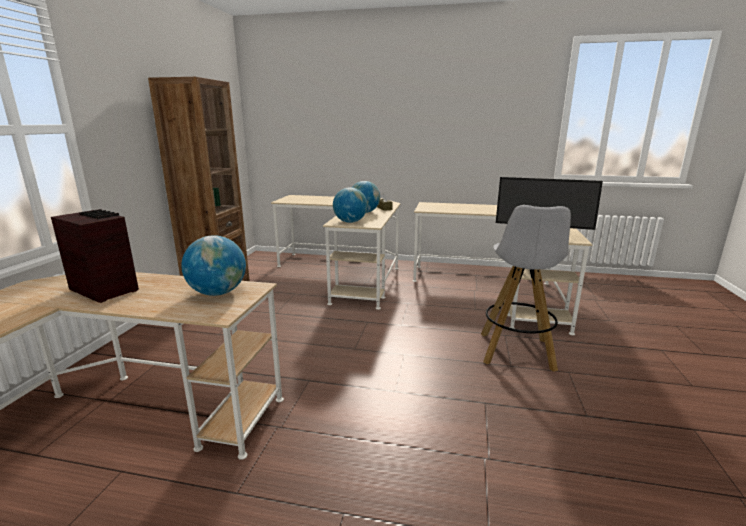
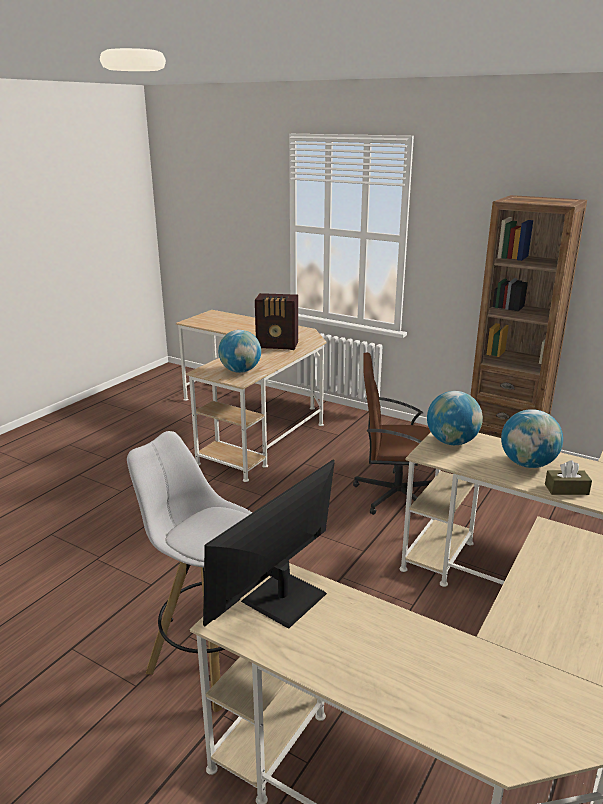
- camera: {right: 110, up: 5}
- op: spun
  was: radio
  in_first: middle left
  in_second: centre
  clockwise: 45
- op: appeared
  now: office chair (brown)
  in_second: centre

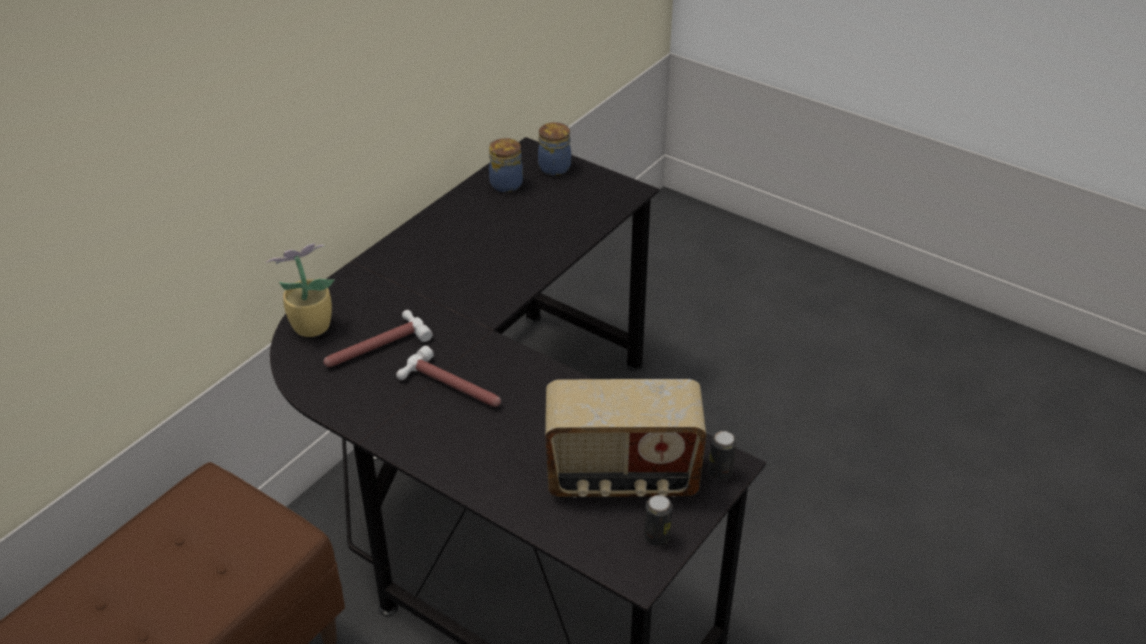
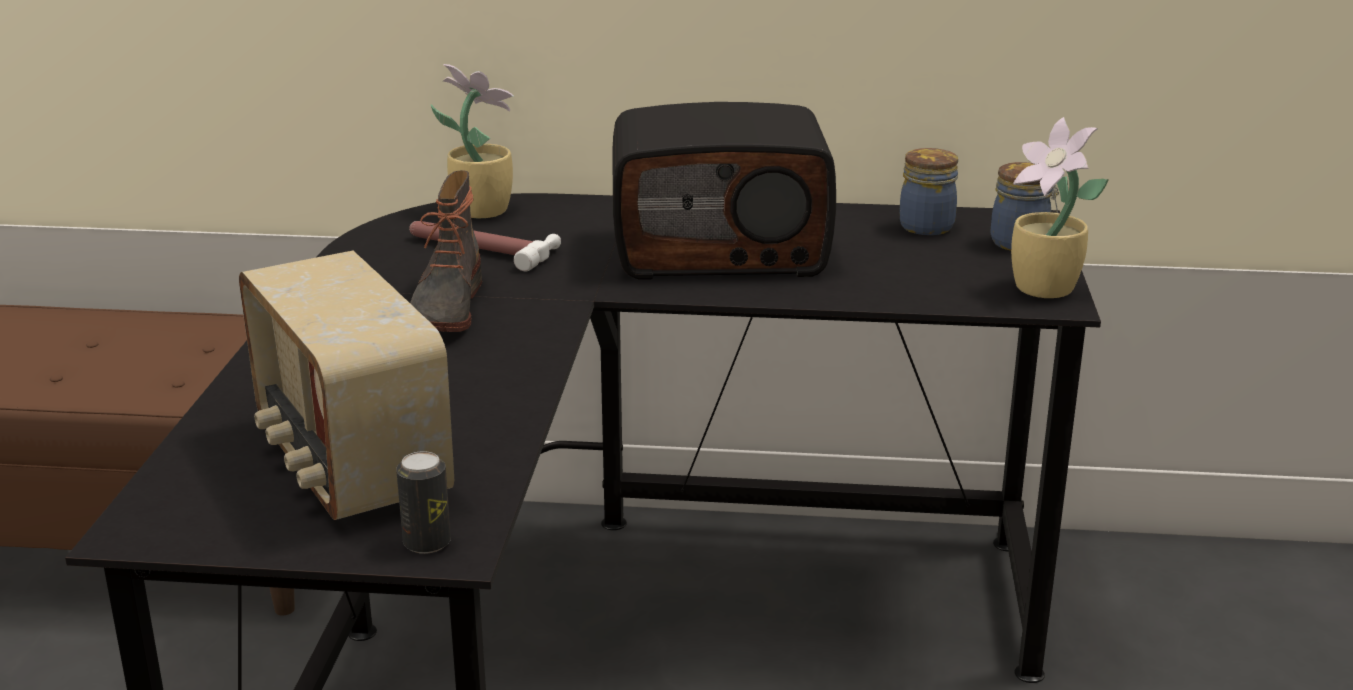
- camera: {right: 60, up: -15}
- op: exchanged
  was: hammer (no. 2 from left)
  now: boot
  in_first: centre
  in_second: middle left
- op: appeared
  now: radio (no. 2 from left)
  in_second: top centre
- op: appeared
  now: potted plant (no. 2 from left)
  in_second: top right
- op: missing
  was: can (no. 1 from left)
  in_first: bottom centre

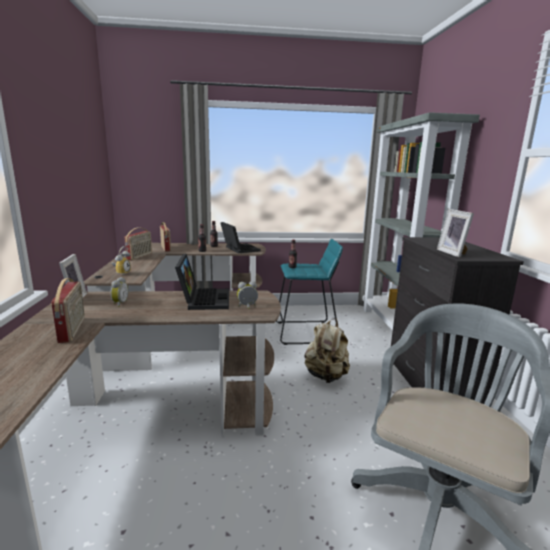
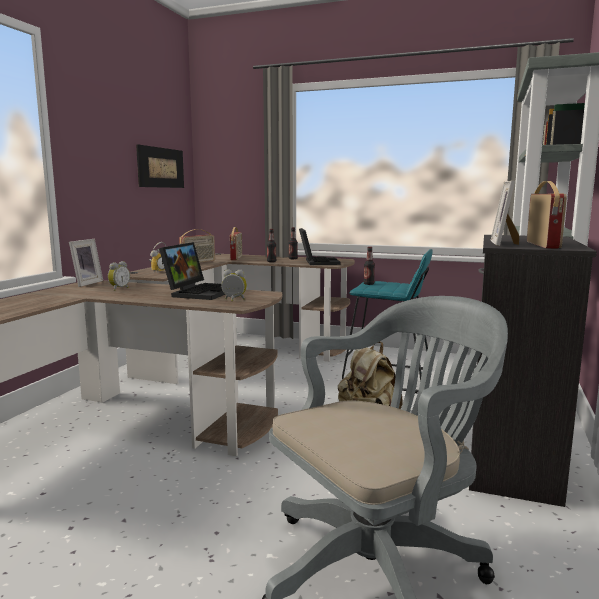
- camera: {right: 25, up: -5}
- op: appeared
  now: picture
  in_second: top left
- op: relocated
  was: radio (no. 1 from left in the first image)
  now: radio (no. 3 from left)
  in_first: middle left
  in_second: middle right

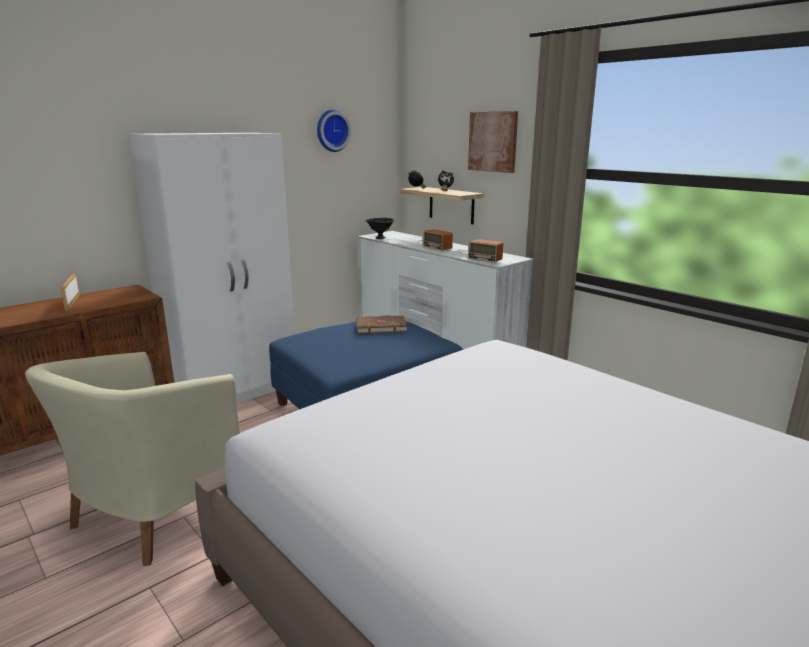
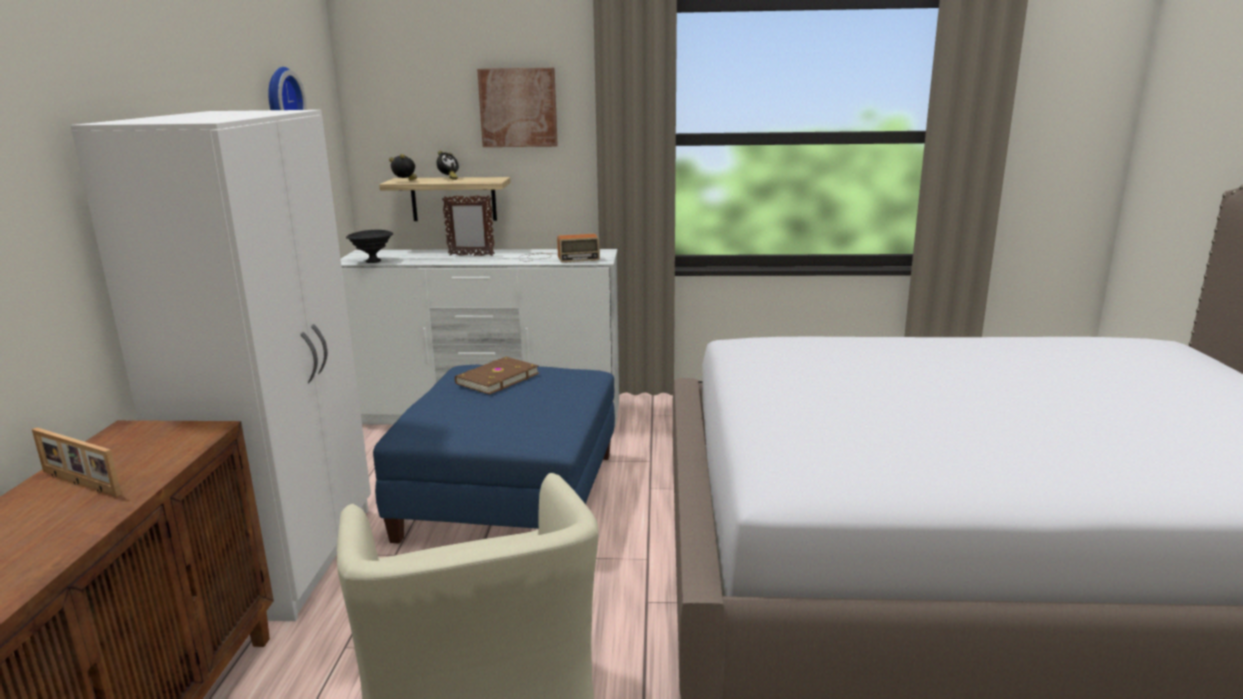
- camera: {right: -45, up: 0}
- op: exchanged
  was: radio (no. 1 from left)
  now: picture frame (no. 2 from left)
  in_first: centre
  in_second: top centre

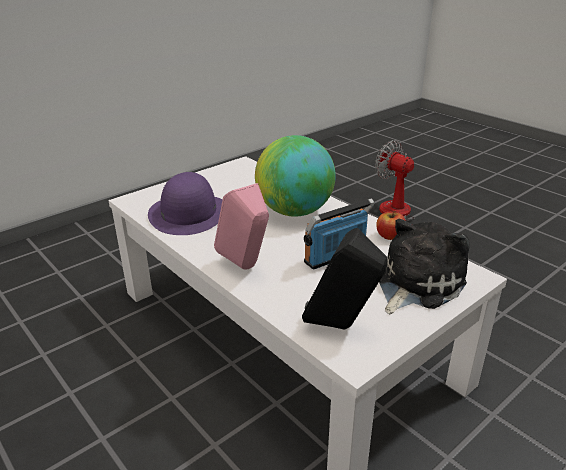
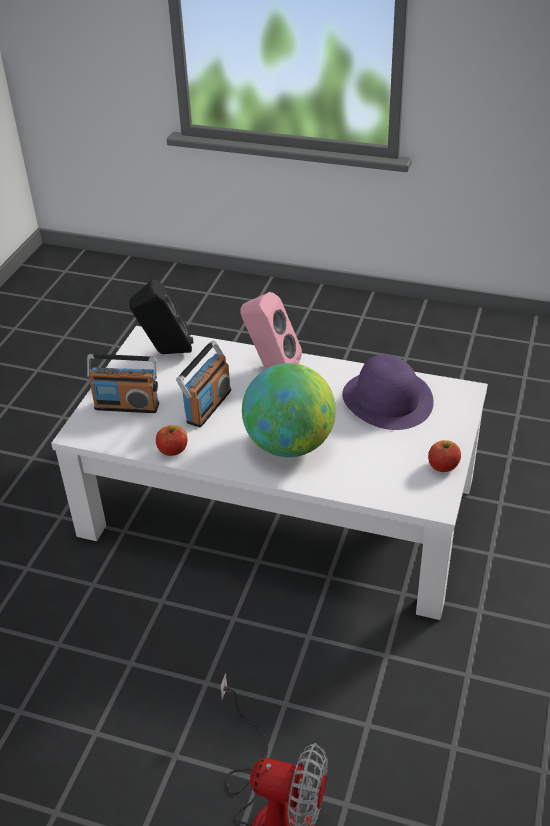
- camera: {right: 150, up: 10}
- op: exchanged
  was: plush toy
  now: radio (no. 1 from left)
  in_first: middle right
  in_second: middle left
- op: appeared
  now: apple (no. 2 from left)
  in_second: middle right

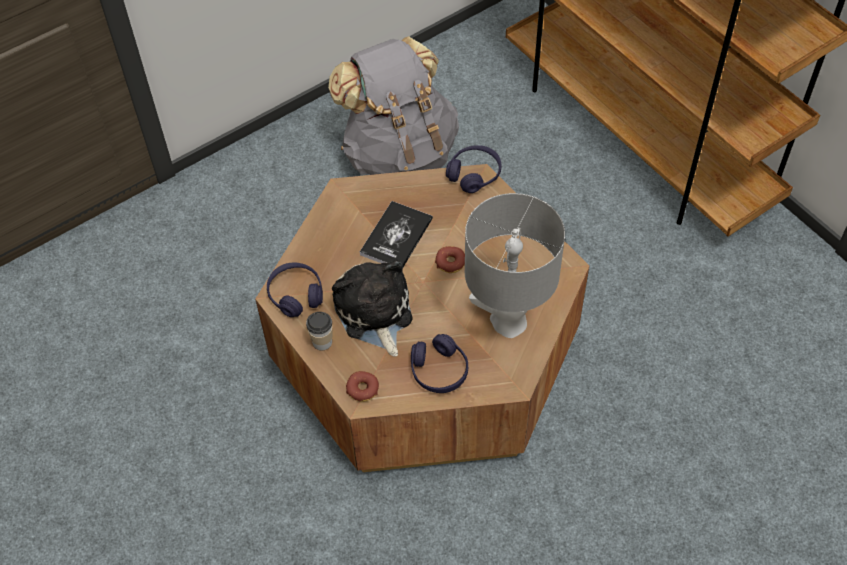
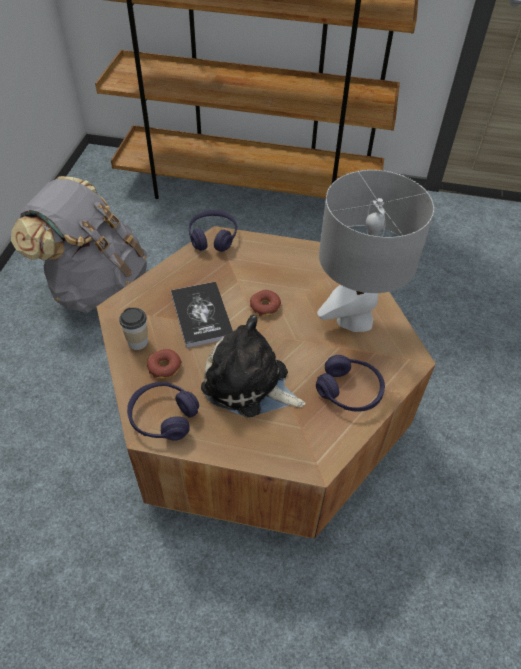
- camera: {right: -45, up: -5}
- op: relocated
  was: cup
  in_first: centre
  in_second: middle left
- op: relocated
  was: donut (no. 1 from left)
  in_first: bottom centre
  in_second: middle left

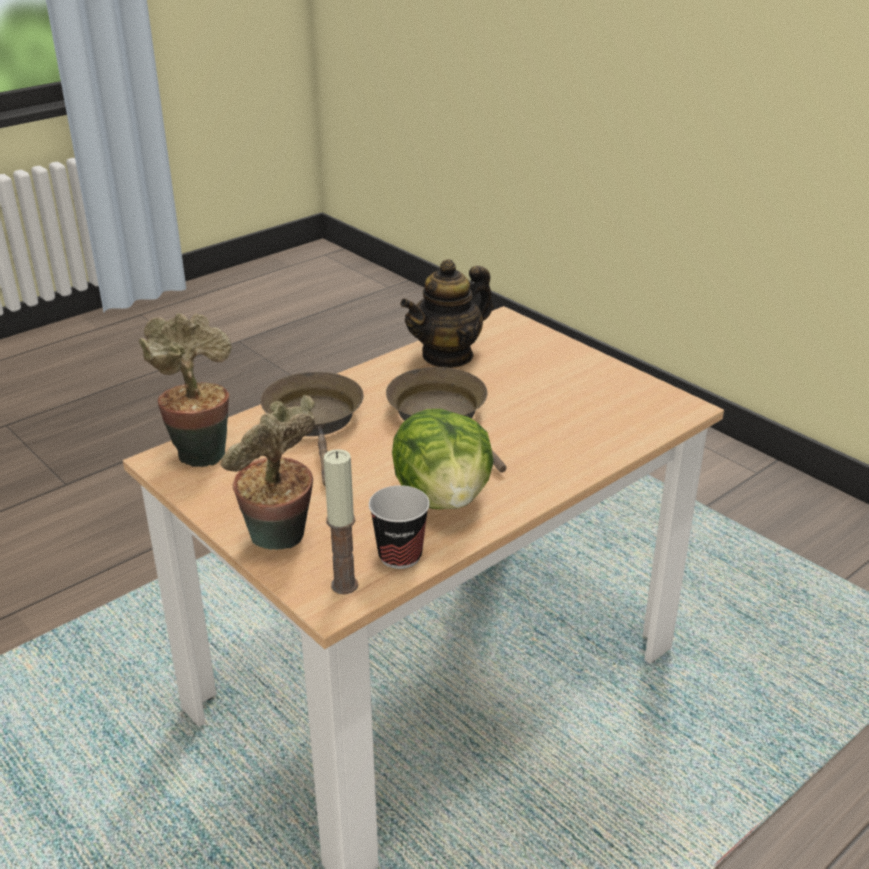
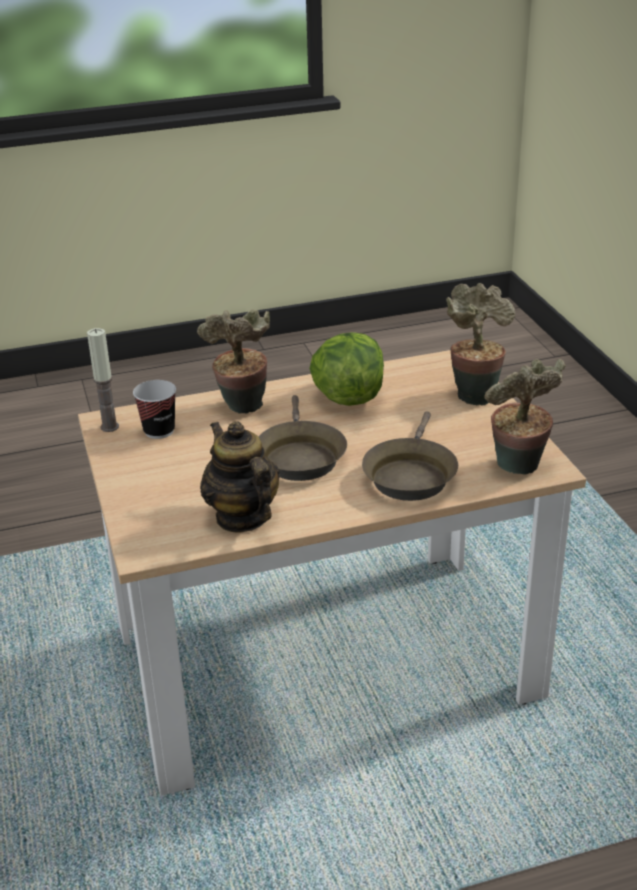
- camera: {right: -155, up: 0}
- op: relocated
  was: candle
  in_first: centre
  in_second: middle left
- op: relocated
  was: cup
  in_first: centre
  in_second: middle left
- op: appeared
  now: potted plant (no. 1 from left)
  in_second: centre
- op: spun
  was: teapot
  in_first: centre
  in_second: centre
  clockwise: -105

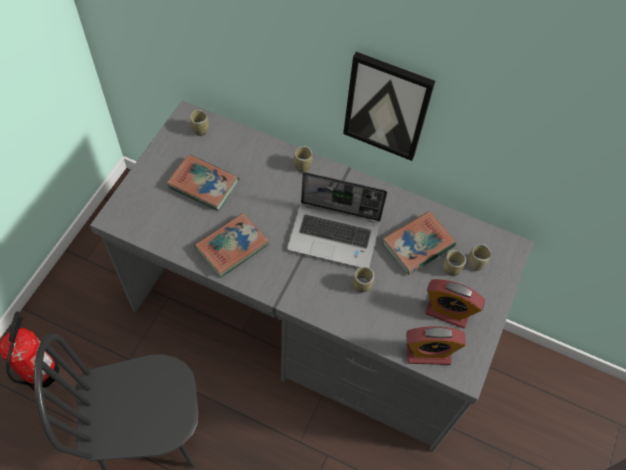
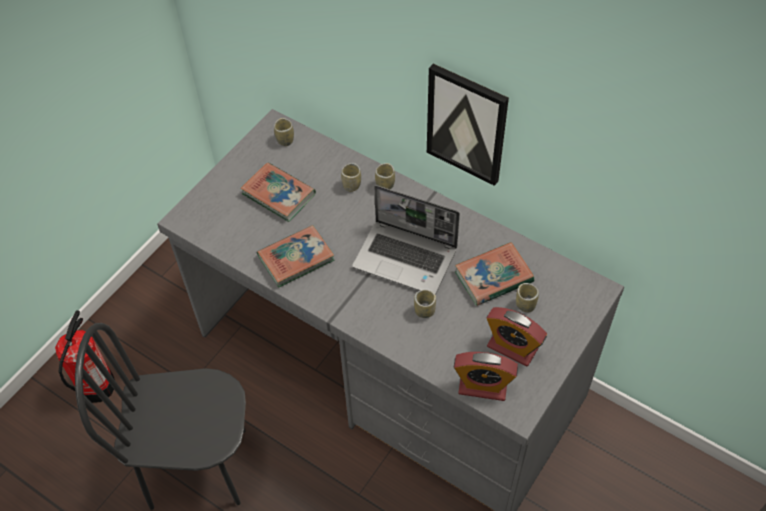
- camera: {right: 15, up: -5}
- op: relocated
  was: cup (no. 5 from left in the first image)
  now: cup (no. 2 from left)
  in_first: middle right
  in_second: centre

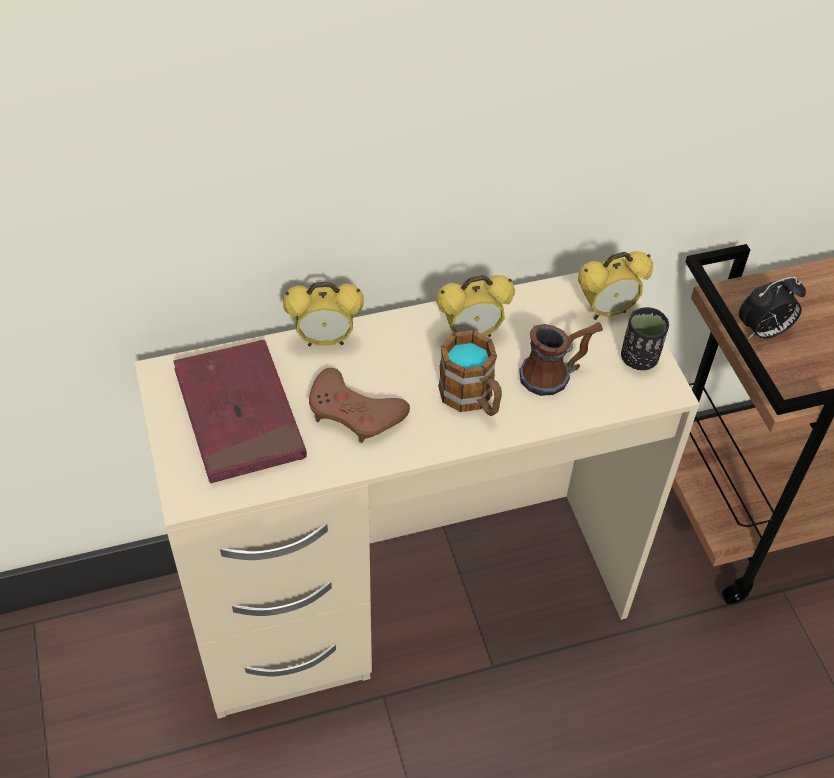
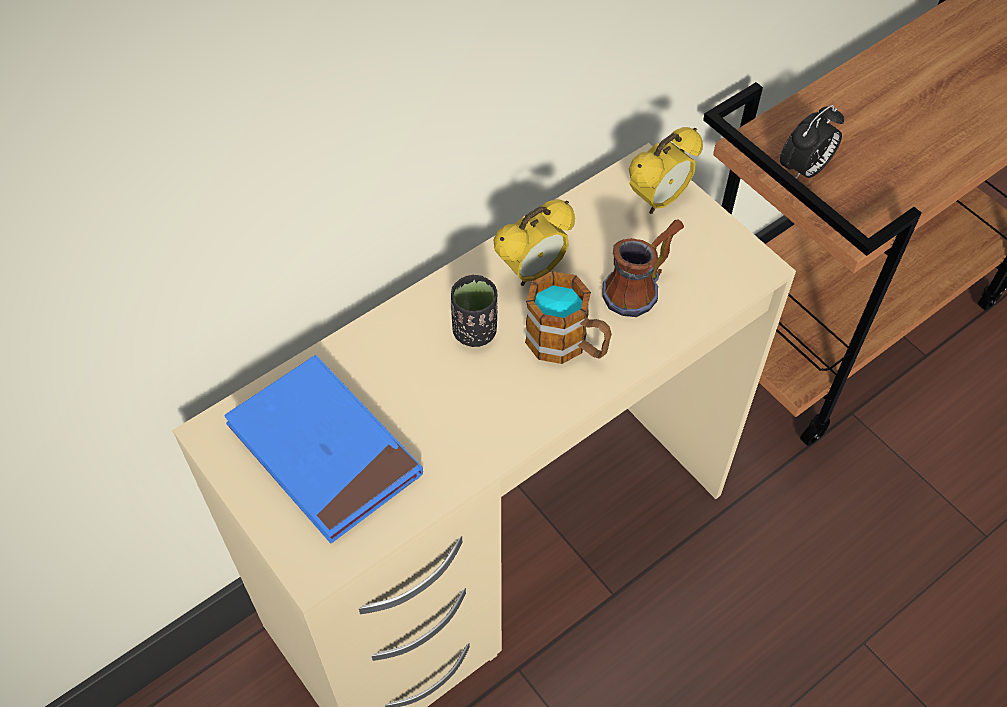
- camera: {right: -20, up: 5}
- op: colour
  was: book (red)
  now: book (blue)
  in_first: middle left
  in_second: middle left
- op: relocated
  was: cup (black)
  in_first: middle right
  in_second: centre
- op: missing
  was: alarm clock (no. 1 from left)
  in_first: centre
- op: missing
  was: game controller (brown)
  in_first: centre

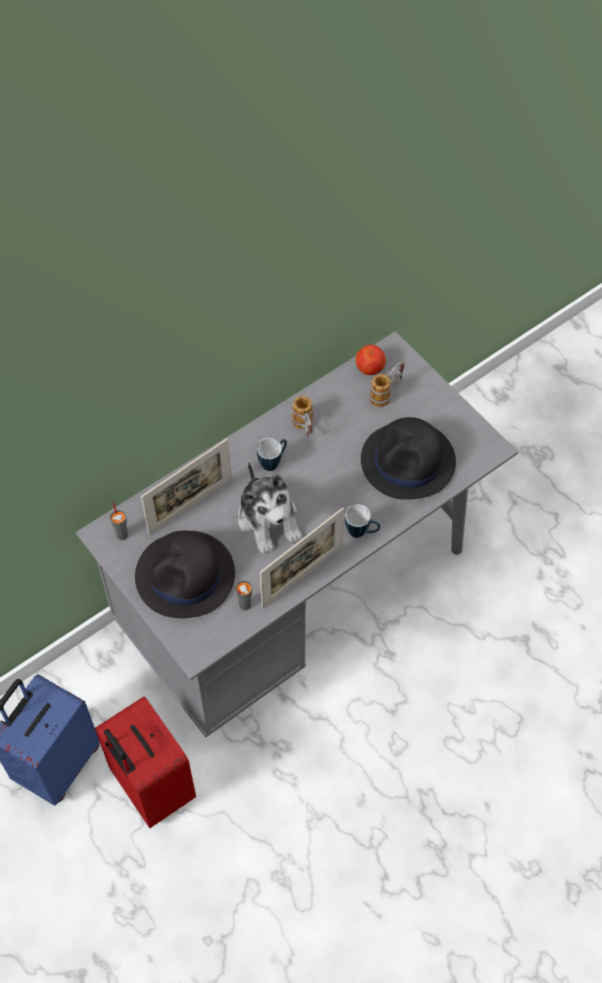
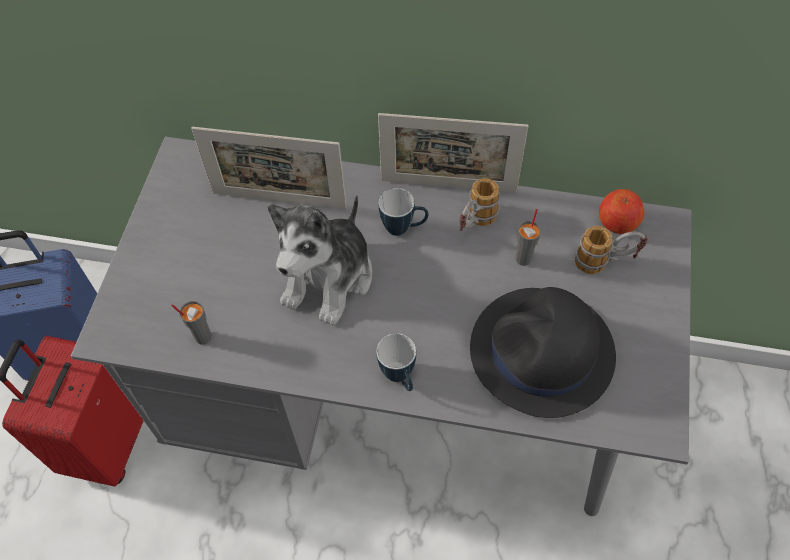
- camera: {right: 50, up: 0}
- op: relocated
  was: picture frame (no. 2 from left)
  in_first: centre
  in_second: top centre
- op: relocated
  was: cup (grey) (no. 1 from left in the first image)
  now: cup (grey) (no. 2 from left)
  in_first: middle left
  in_second: middle right
- op: missing
  was: hat (black) (no. 1 from left)
  in_first: middle left

